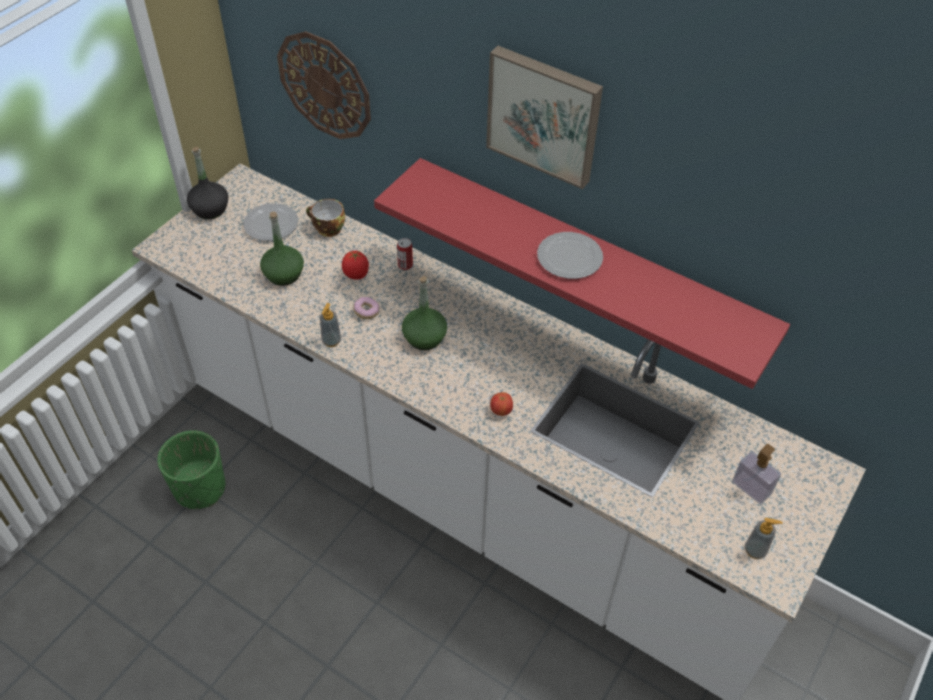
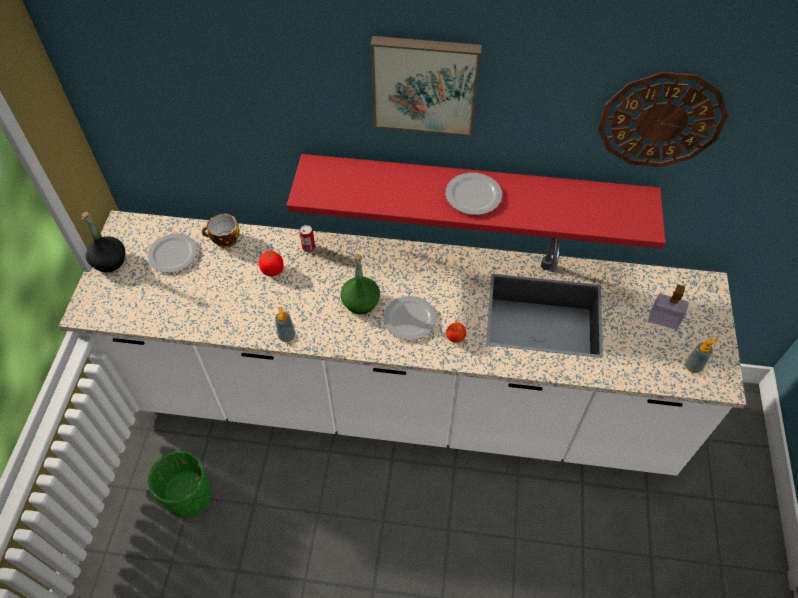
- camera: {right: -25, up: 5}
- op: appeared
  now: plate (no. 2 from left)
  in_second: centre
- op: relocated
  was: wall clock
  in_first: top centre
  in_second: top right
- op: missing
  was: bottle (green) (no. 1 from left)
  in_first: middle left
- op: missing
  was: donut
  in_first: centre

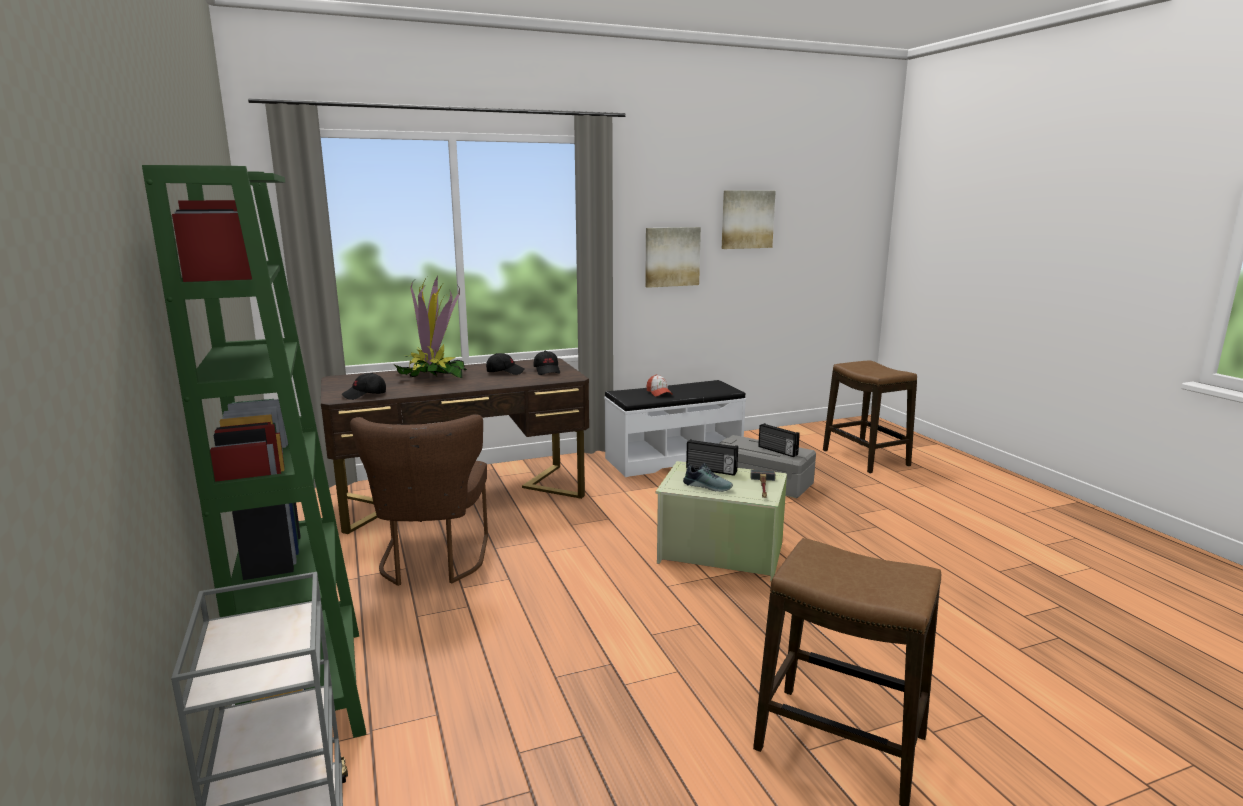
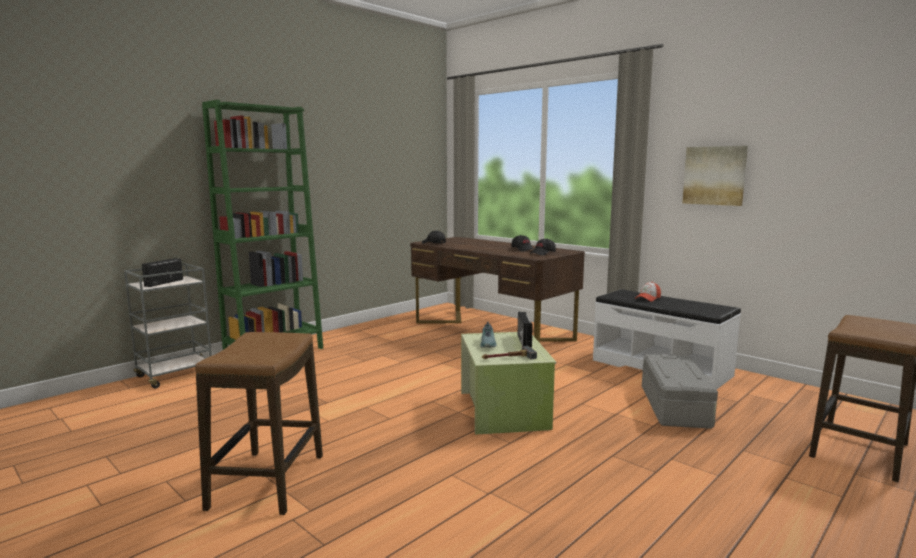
- camera: {right: 65, up: -5}
- op: relocated
  was: radio (no. 2 from left in the first image)
  now: radio (no. 1 from left)
  in_first: centre
  in_second: middle left
- op: missing
  was: chair (brown)
  in_first: centre
- op: missing
  was: potted plant
  in_first: centre
- op: missing
  was: picture (no. 2 from left)
  in_first: top centre

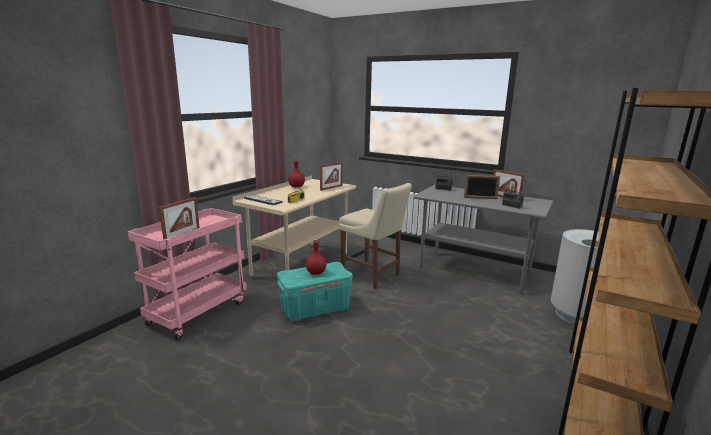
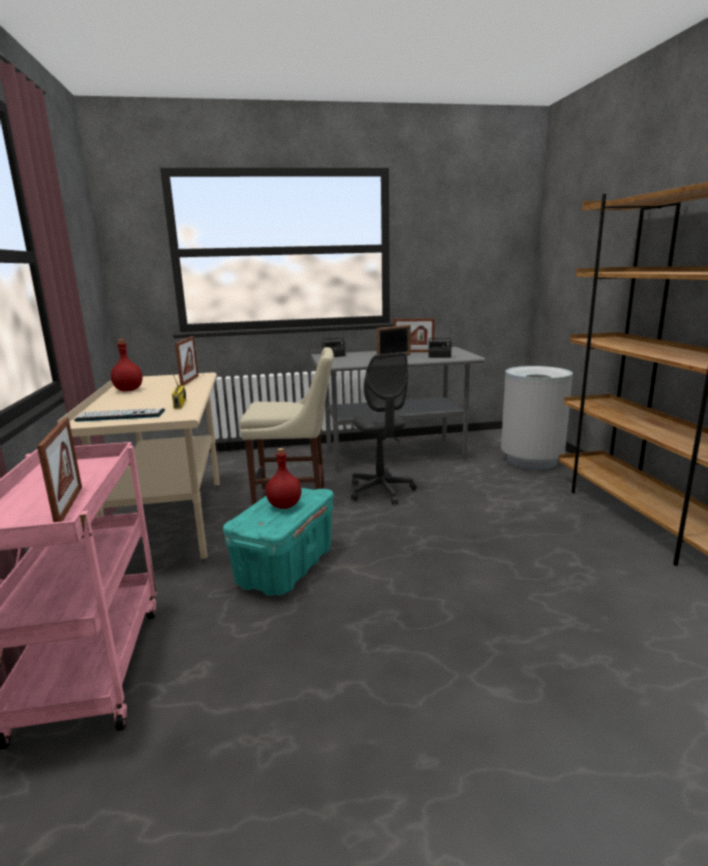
- camera: {right: -40, up: 0}
- op: appeared
  now: office chair (grey)
  in_second: centre

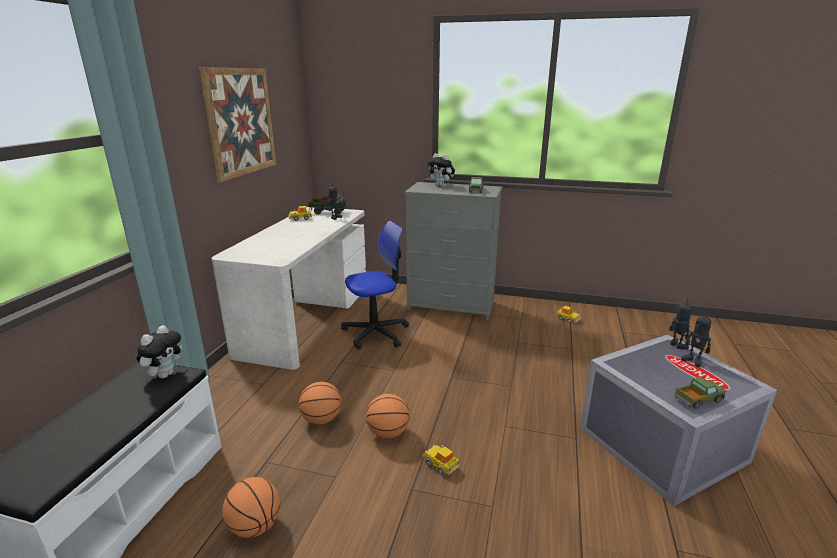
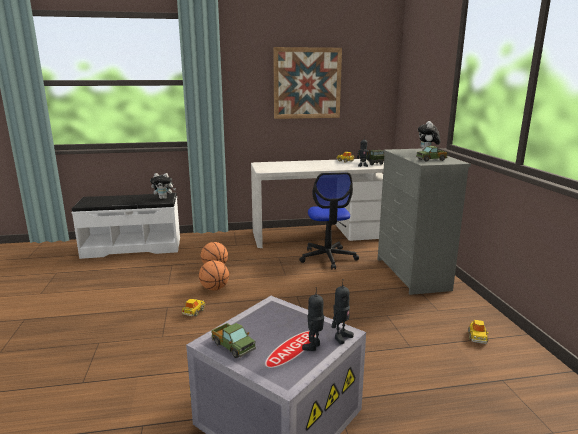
- camera: {right: 65, up: -5}
- op: spun
  was: office chair
  in_first: centre
  in_second: centre
  clockwise: 45
- op: missing
  was: basketball (no. 1 from left)
  in_first: bottom left

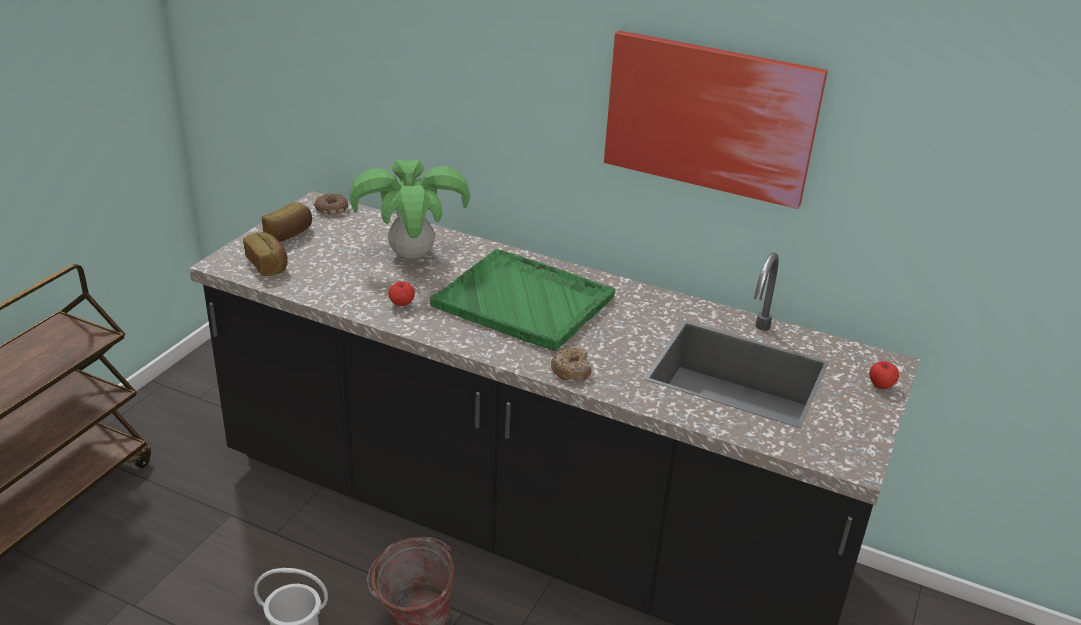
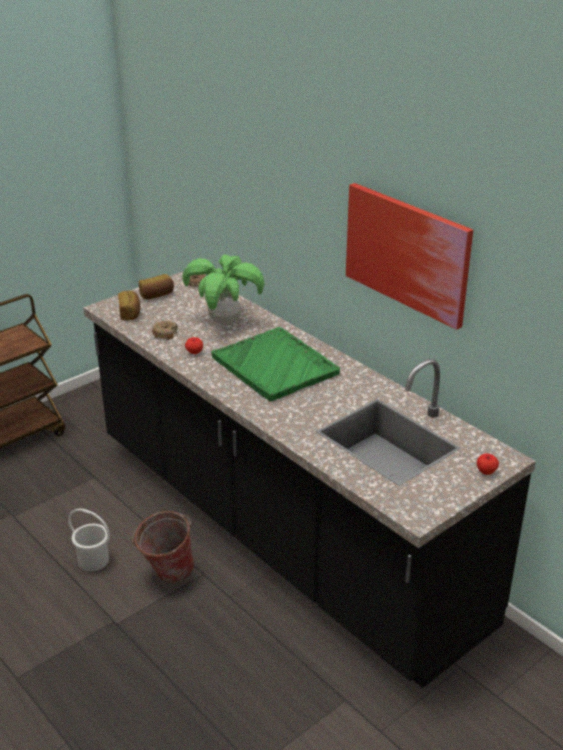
- camera: {right: 25, up: 0}
- op: relocated
  was: donut (no. 2 from left in the first image)
  now: donut (no. 1 from left)
  in_first: centre
  in_second: middle left

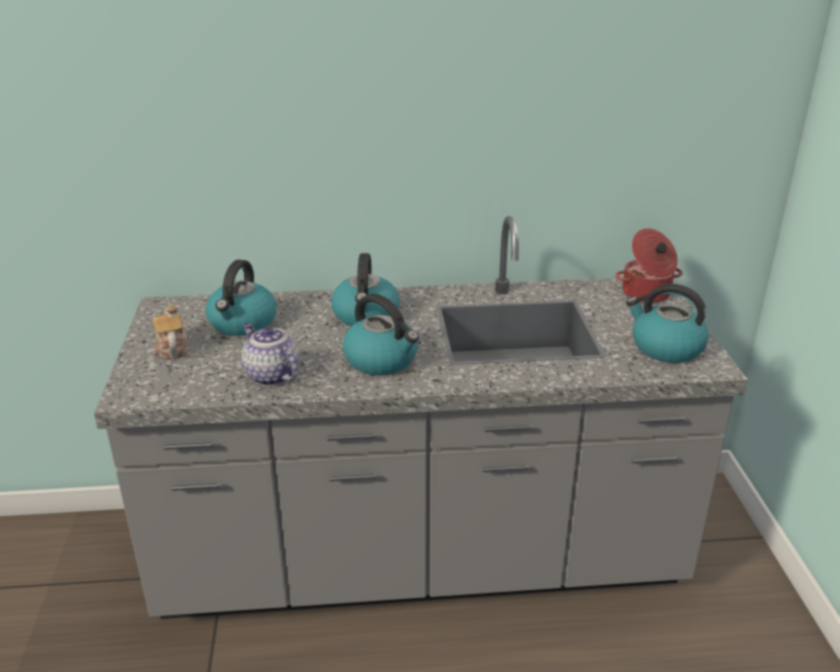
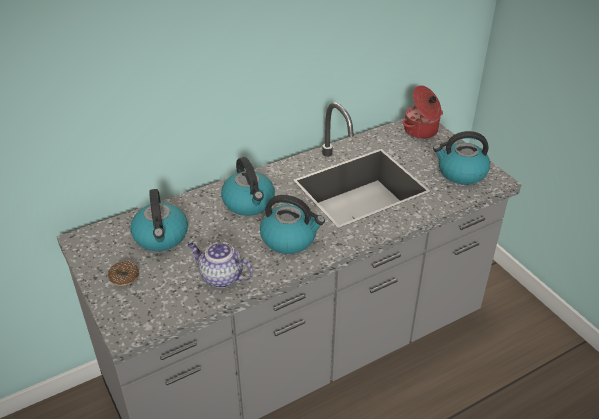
- camera: {right: -25, up: 10}
- op: exchanged
  was: teapot (no. 1 from left)
  now: donut
  in_first: middle left
  in_second: middle left

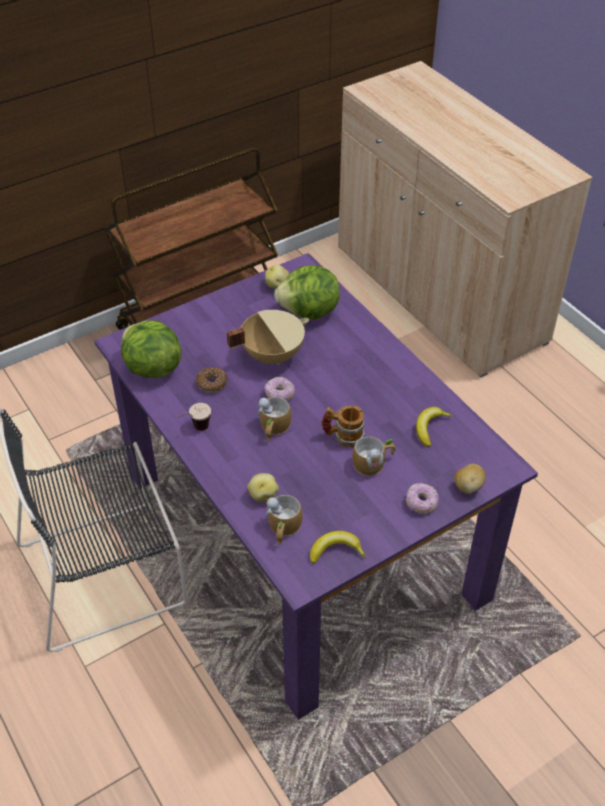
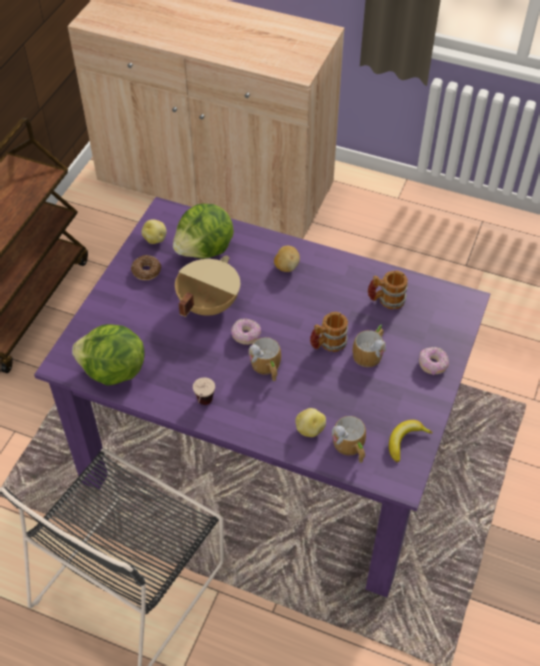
- camera: {right: -35, up: 5}
- op: relocated
  was: donut (no. 1 from left)
  in_first: centre
  in_second: middle left
- op: relocated
  was: potato (no. 3 from left in the first image)
  now: potato (no. 2 from left)
  in_first: middle right
  in_second: centre
- op: exchanged
  was: banana (no. 2 from left)
  now: mug (no. 5 from left)
  in_first: middle right
  in_second: middle right

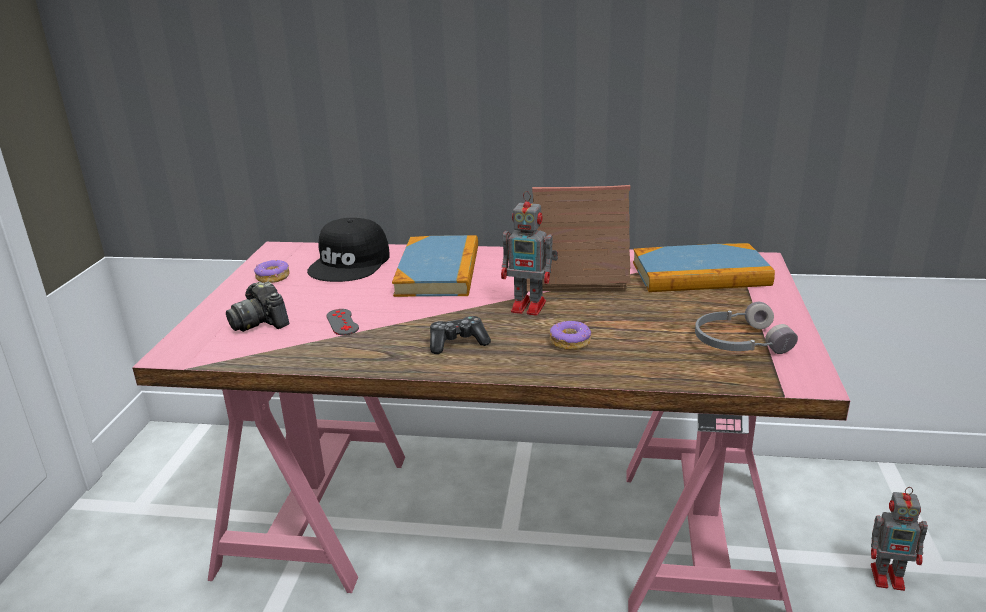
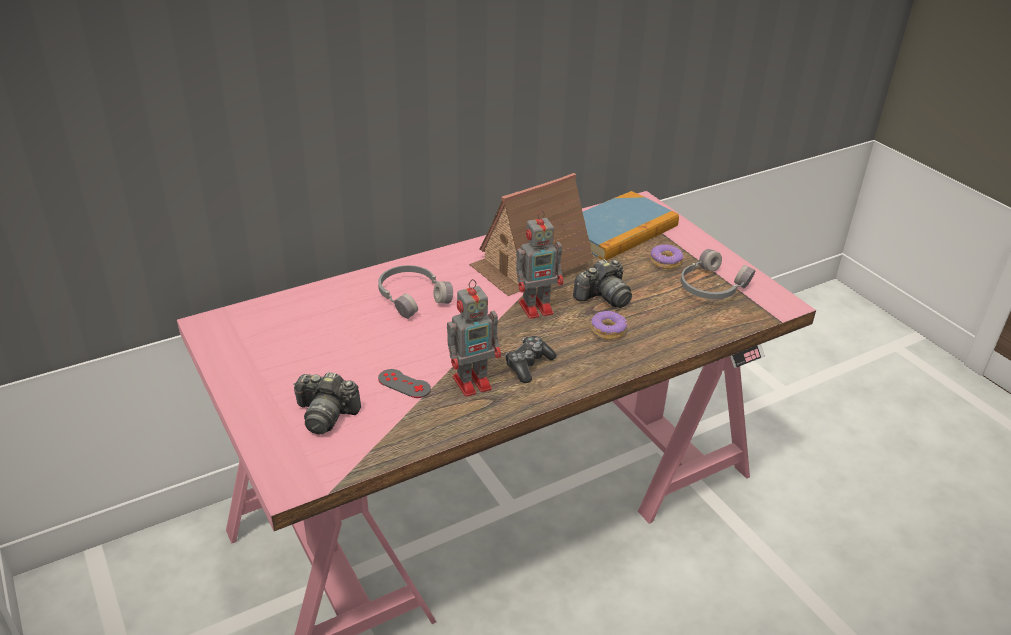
- camera: {right: -40, up: 10}
- op: exchanged
  was: book (no. 1 from left)
  now: headphones (grey) (no. 1 from left)
  in_first: centre
  in_second: centre
- op: relocated
  was: toy robot (no. 2 from left in the first image)
  now: toy robot (no. 1 from left)
  in_first: bottom right
  in_second: centre
- op: appeared
  now: photo camera (no. 2 from left)
  in_second: centre
- op: relocated
  was: donut (no. 1 from left in the first image)
  now: donut (no. 2 from left)
  in_first: middle left
  in_second: centre
- op: missing
  was: cap (black)
  in_first: centre

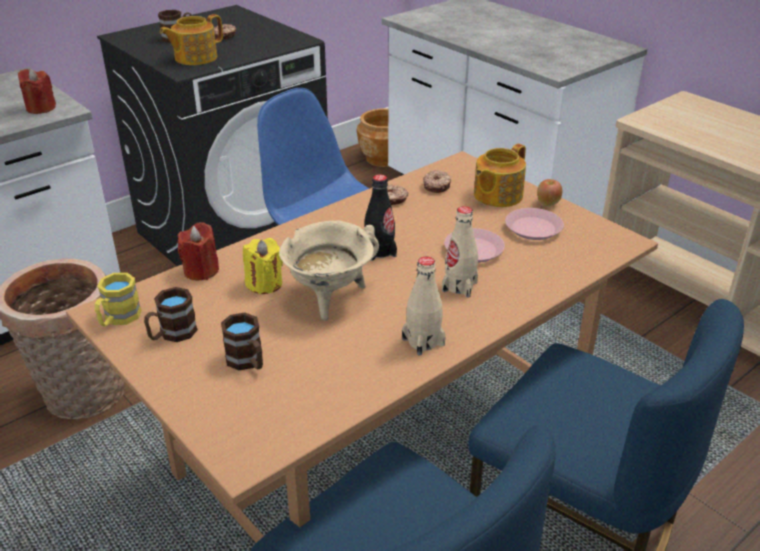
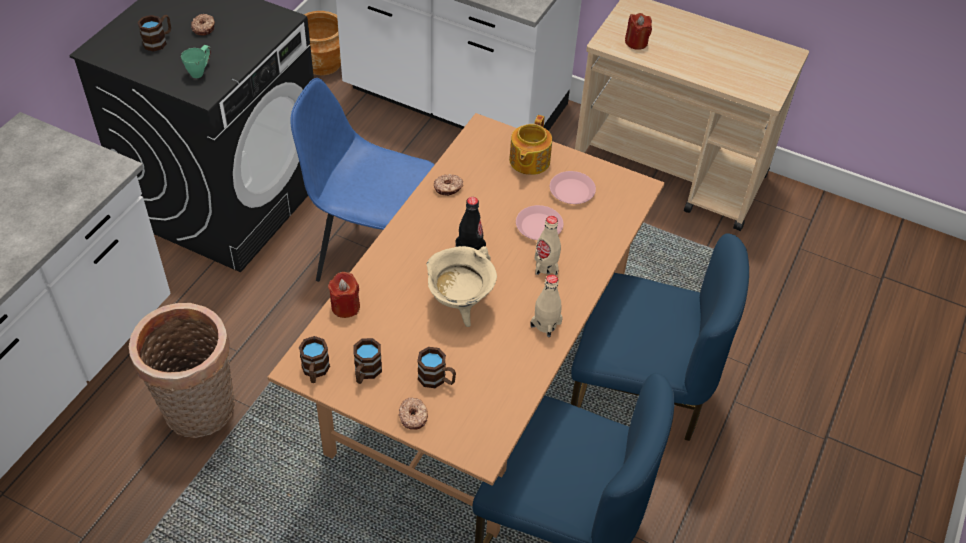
- camera: {right: -25, up: 15}
- op: exchanged
  was: teapot (no. 1 from left)
  now: mug (green)
  in_first: top left
  in_second: top left
- op: colour
  was: mug (yellow)
  now: mug (brown) (no. 2 from left)
  in_first: middle left
  in_second: middle left
- op: relocated
  was: donut (no. 3 from left in the first image)
  now: donut (no. 2 from left)
  in_first: top centre
  in_second: bottom centre
- op: relocated
  was: candle (red) (no. 1 from left in the first image)
  now: candle (red) (no. 2 from left)
  in_first: top left
  in_second: top centre
- op: missing
  was: candle (yellow)
  in_first: centre
- op: missing
  was: apple
  in_first: middle right

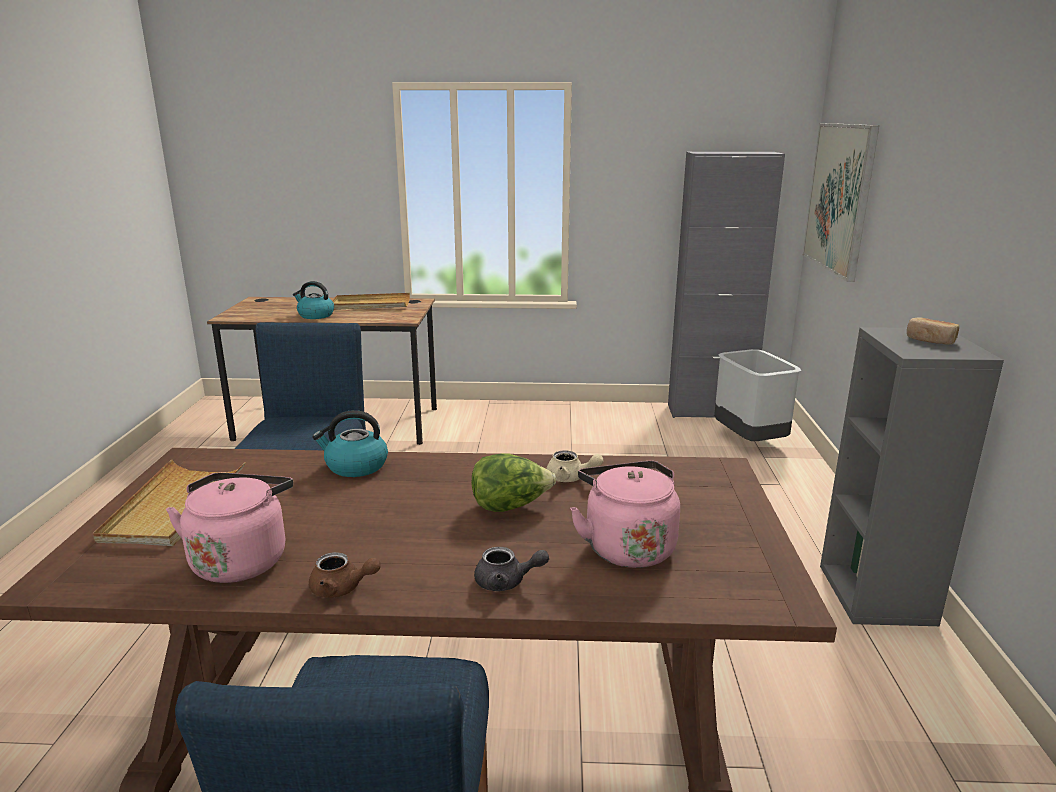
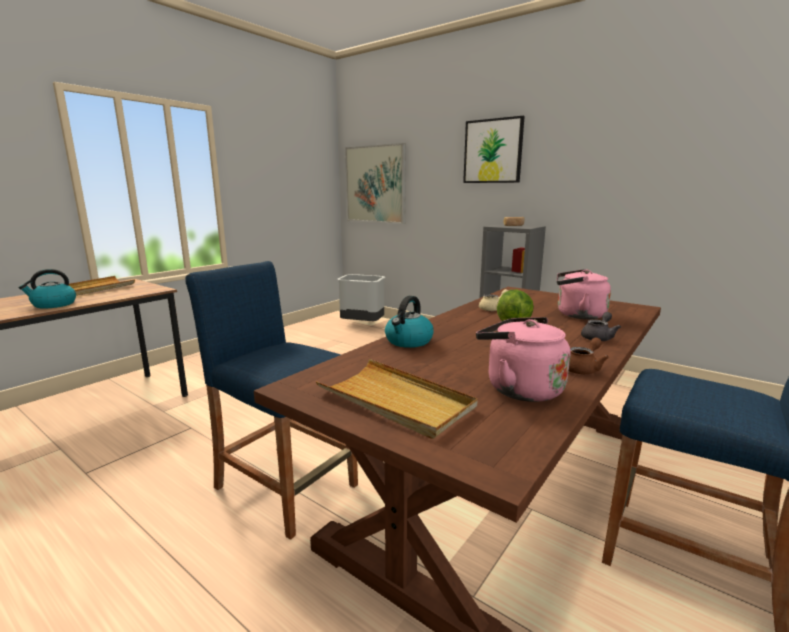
- camera: {right: -55, up: -5}
- op: appeared
  now: picture (no. 2 from left)
  in_second: top centre
- op: missing
  was: cabinet (grey)
  in_first: middle right

